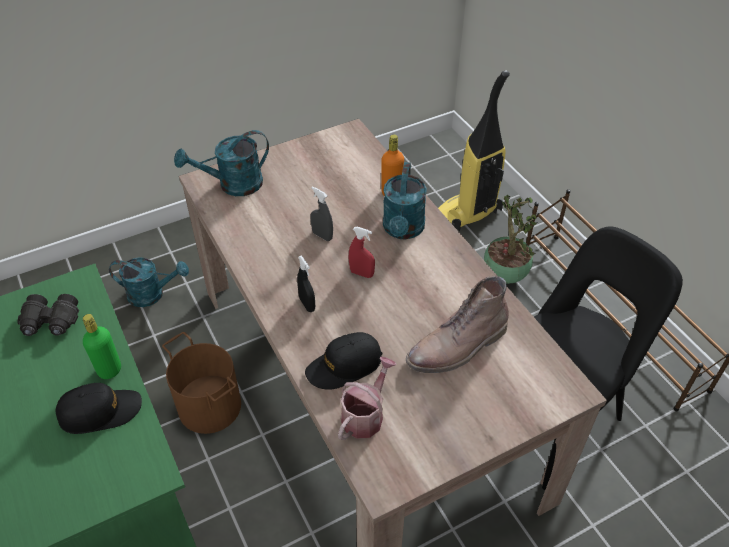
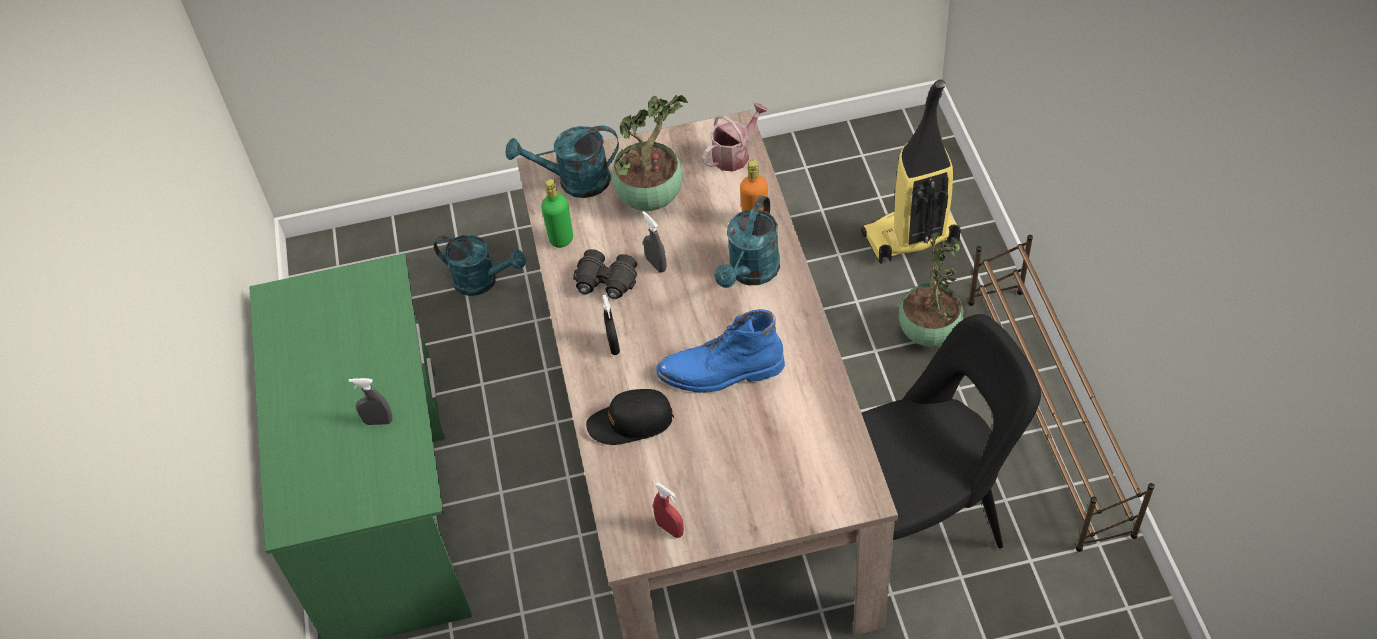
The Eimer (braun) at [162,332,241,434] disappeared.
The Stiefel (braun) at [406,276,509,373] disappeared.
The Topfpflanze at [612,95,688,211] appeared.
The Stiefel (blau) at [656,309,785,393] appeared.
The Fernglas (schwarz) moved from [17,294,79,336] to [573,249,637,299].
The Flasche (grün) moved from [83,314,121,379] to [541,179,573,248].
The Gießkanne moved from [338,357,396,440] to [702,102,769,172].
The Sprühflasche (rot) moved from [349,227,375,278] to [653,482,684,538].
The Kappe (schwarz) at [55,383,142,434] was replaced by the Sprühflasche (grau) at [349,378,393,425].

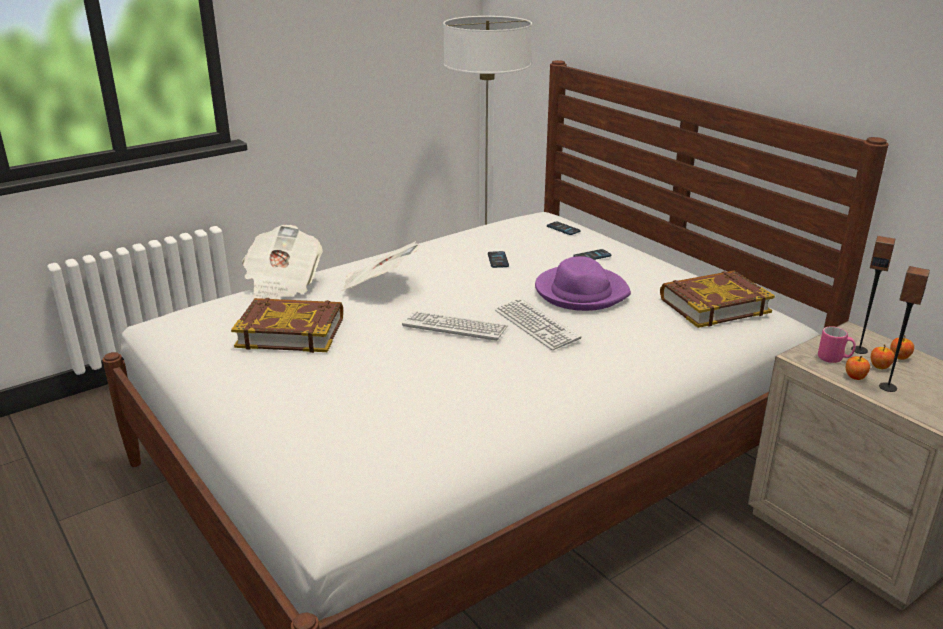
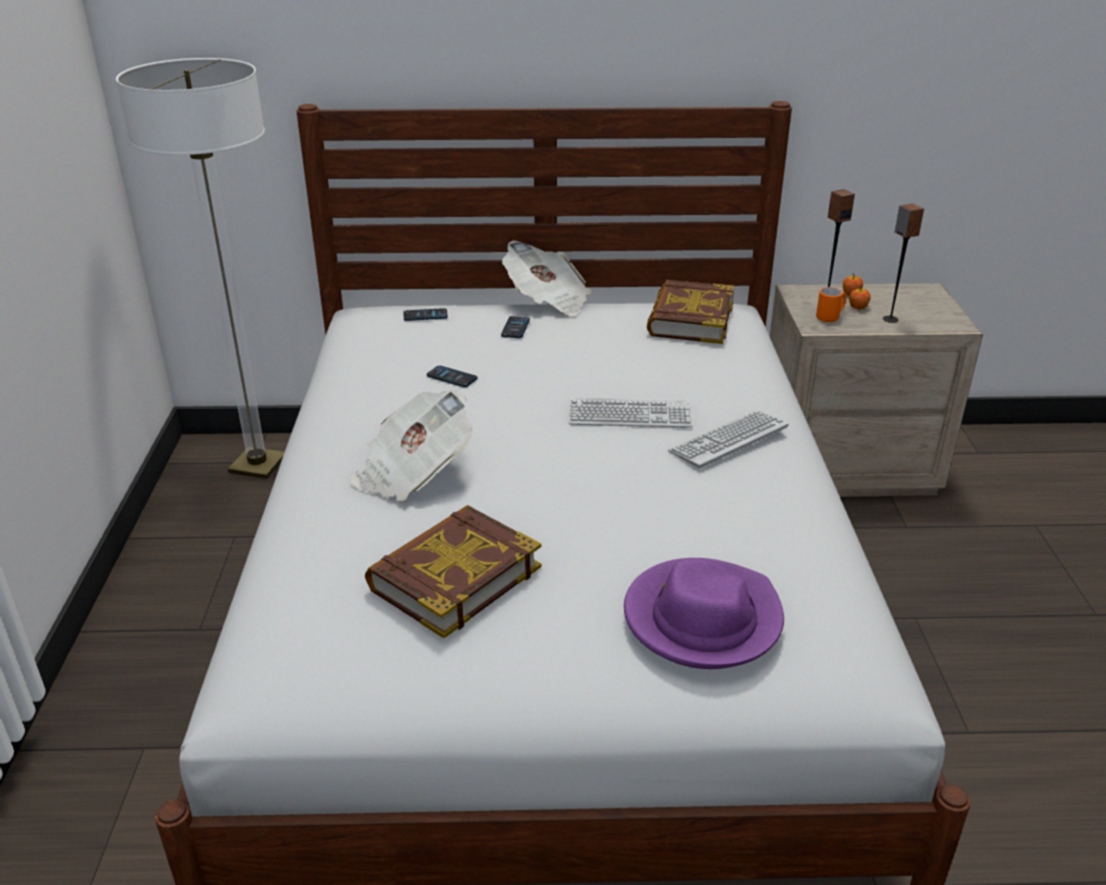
The Apfel at [846,356,870,380] disappeared.
The Zeitung moved from [242,225,323,299] to [502,240,592,316].
The Tastatur moved from [402,311,508,341] to [668,410,788,468].
The Hut (lila) moved from [535,256,631,311] to [624,558,784,669].
The Henkelbecher (rosa) at [818,326,856,363] became the Henkelbecher (orange) at [816,287,846,322].

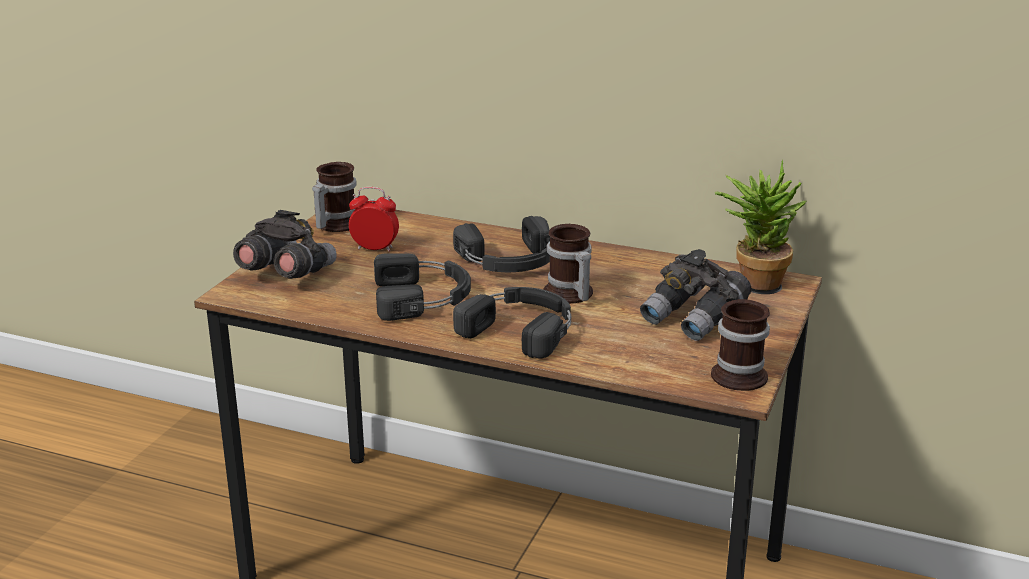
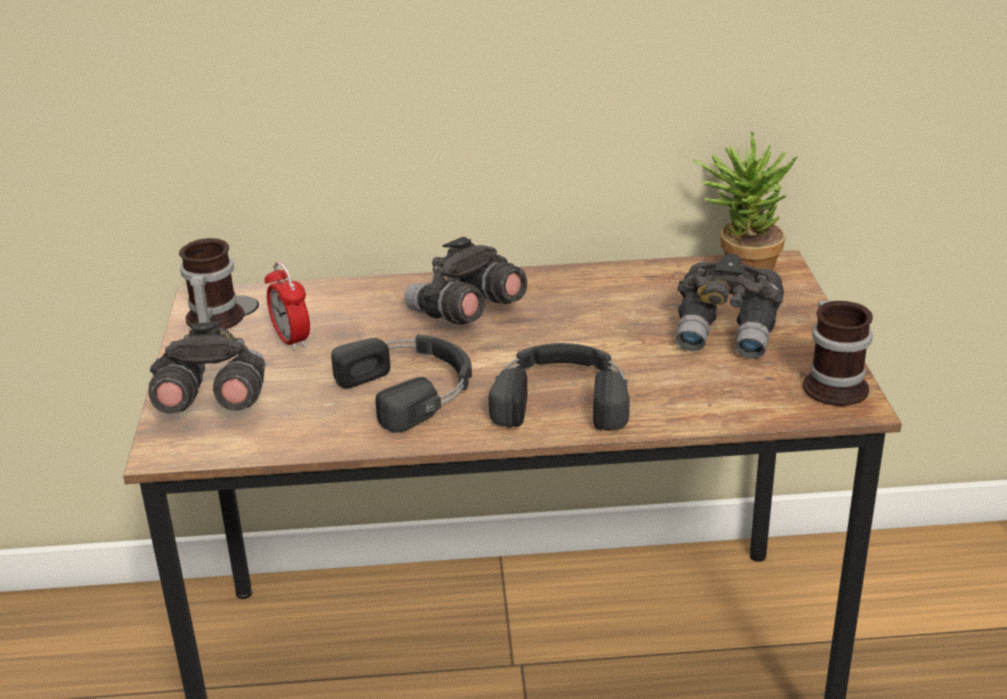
The Henkelbecher at [543,224,593,303] disappeared.
The Kopfhörer (schwarz) at [453,216,550,272] was replaced by the Fernglas (grau) at [404,237,527,325].
The Wecker at [349,187,399,252] turned 105 degrees counterclockwise.

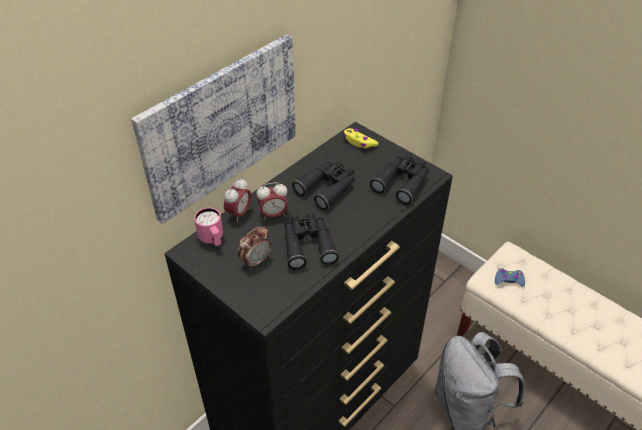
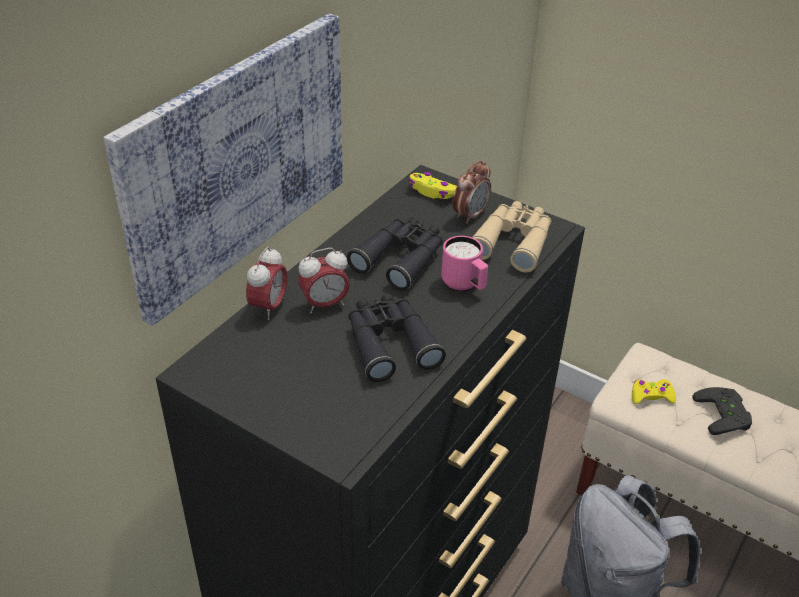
The Gamepad (schwarz) at [692,387,752,435] appeared.
The Henkelbecher (rosa) moved from [194,208,223,246] to [441,236,488,292].
The Wecker moved from [238,226,271,269] to [452,160,491,224].
The Fernglas (schwarz) at [370,155,429,205] became the Fernglas (beige) at [472,201,551,272].
The Gamepad (blau) at [495,268,525,287] became the Gamepad (gelb) at [632,379,676,404].

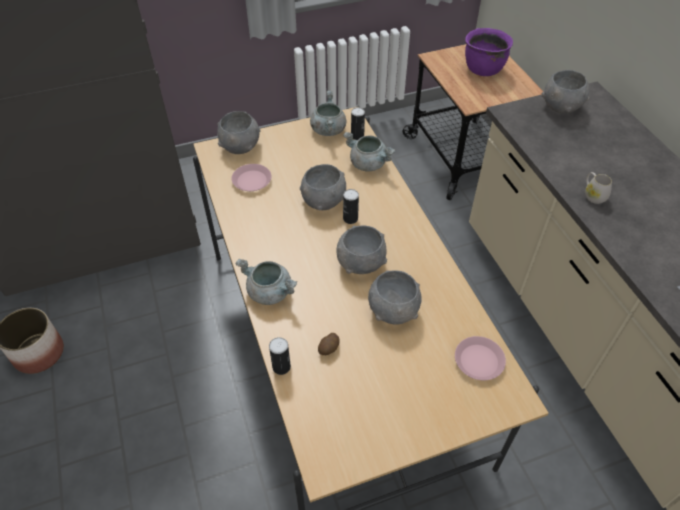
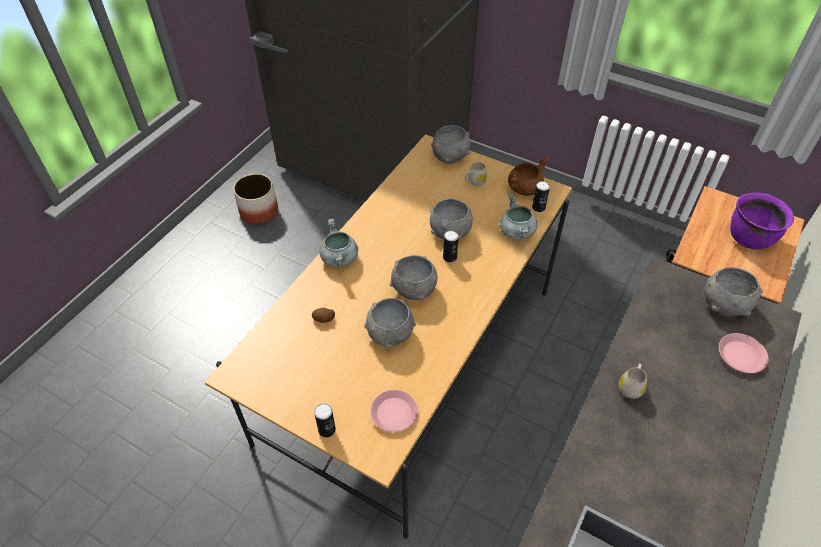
The Henkelbecher (weiß) at [465,162,487,186] appeared.
The Teller (rosa) moved from [232,164,271,191] to [719,333,769,373].
The Dose moved from [269,337,291,375] to [314,403,336,438].
The Kochtopf (grau) at [310,91,346,136] became the Kochtopf (braun) at [508,156,549,196].

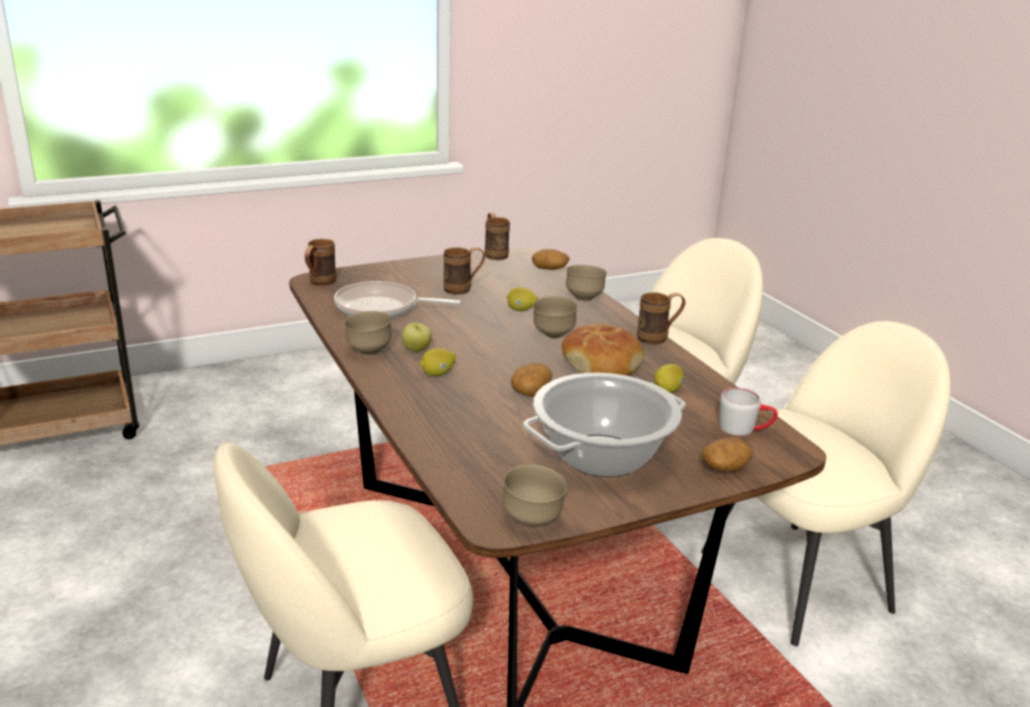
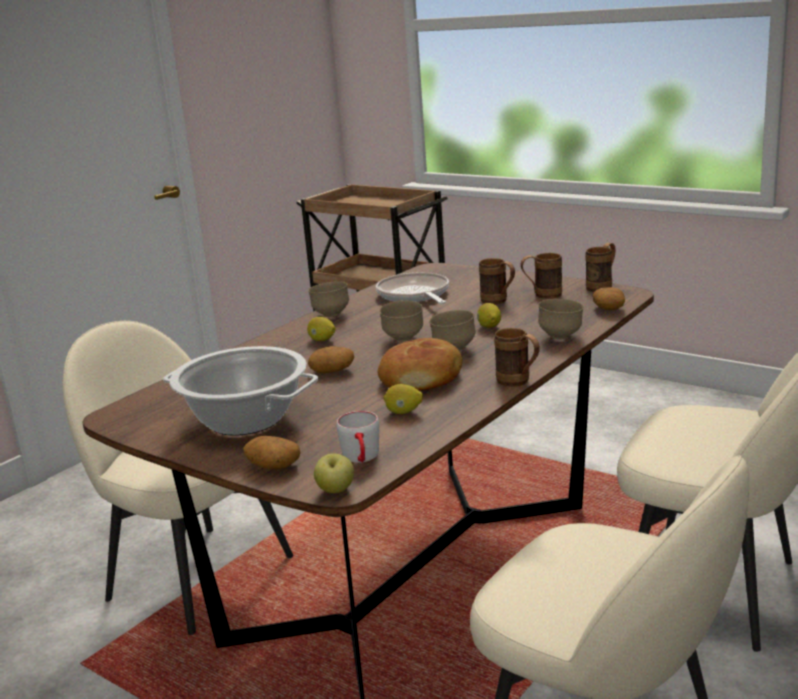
The Henkelbecher (braun) moved from [305,239,336,286] to [521,253,562,299].
The Apfel moved from [402,323,432,352] to [314,453,354,493].
The Schüssel (braun) moved from [502,464,567,528] to [379,300,423,342].

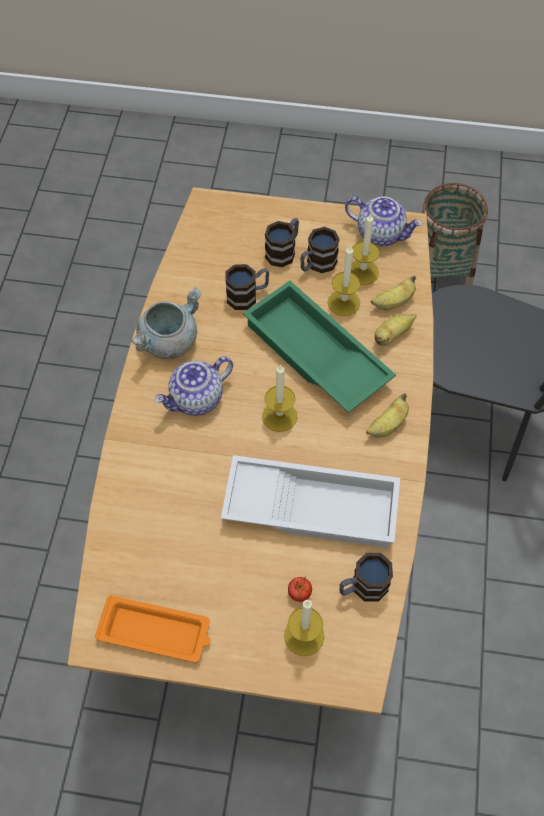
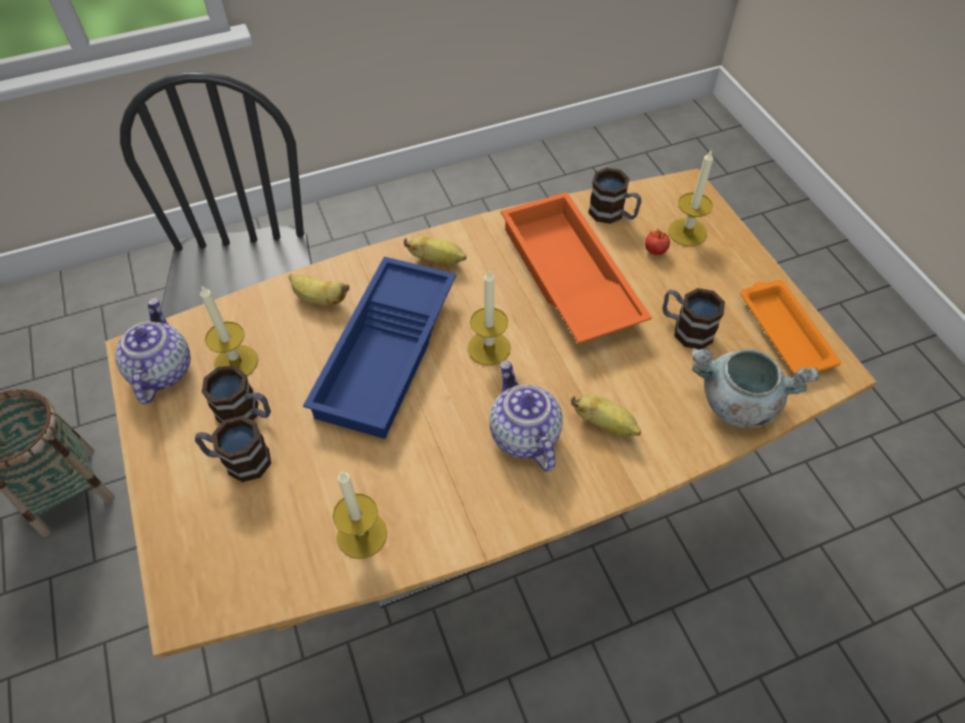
The Kochtopf (grau) moved from [131,287,202,359] to [692,348,818,428].
The Henkelbecher moved from [225,264,269,310] to [663,288,725,350].
The Kerze moved from [328,246,360,316] to [333,471,387,559].
The Banane moved from [371,275,416,310] to [571,395,641,436].
The Tablett (weiß) at [221,455,400,548] became the Tablett (orange) at [501,192,652,344].
The Tablett (grün) at [243,280,396,413] became the Tablett (blau) at [303,257,456,439].
The Teekanne at [155,356,233,416] turned 135 degrees counterclockwise.

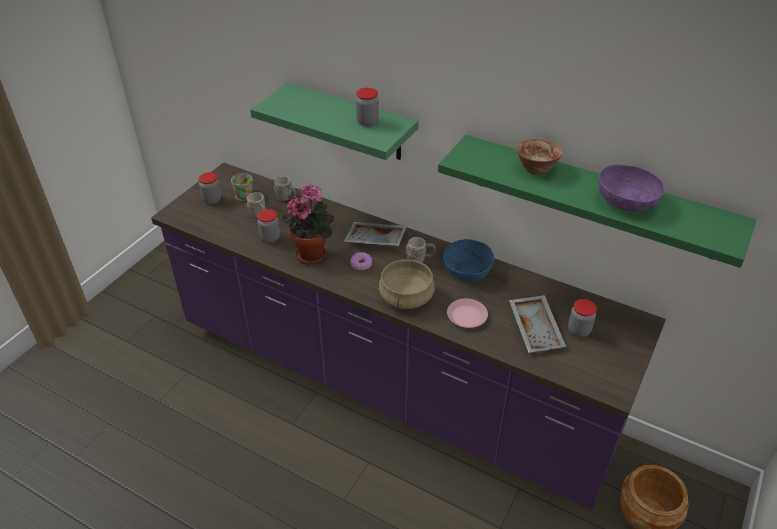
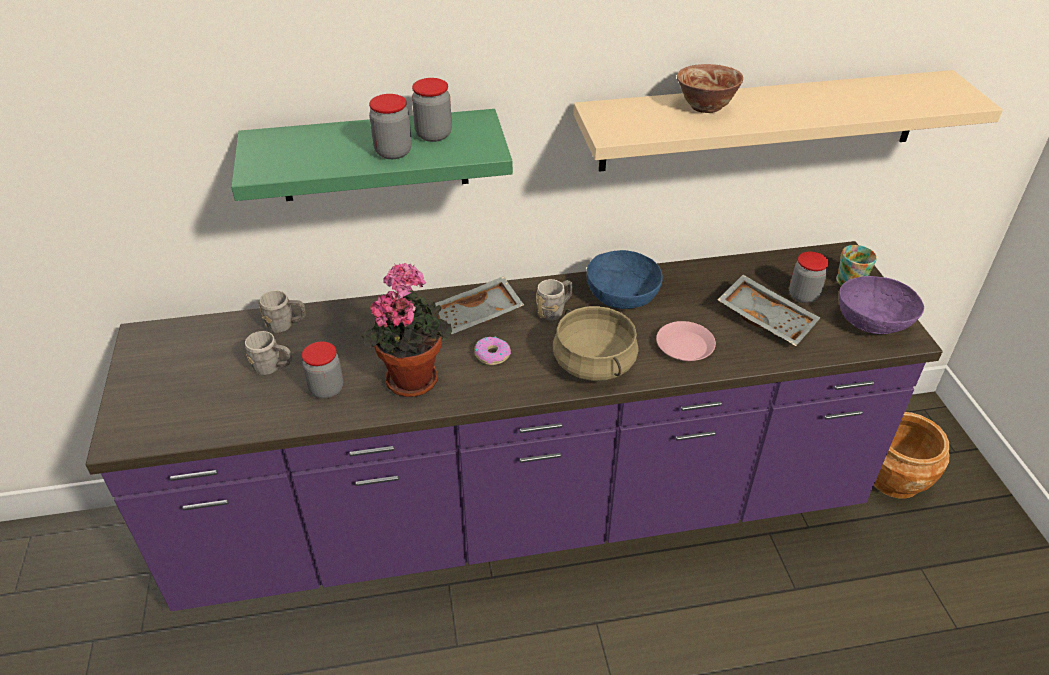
The Vorratsglas moved from [199,172,221,204] to [369,94,412,159].
The Henkelbecher moved from [231,173,253,201] to [836,245,877,286].
The Schüssel (lila) moved from [598,165,664,211] to [839,276,924,334].
The Wandregal (grün) at [438,135,757,268] became the Wandregal (beige) at [573,70,1003,172].

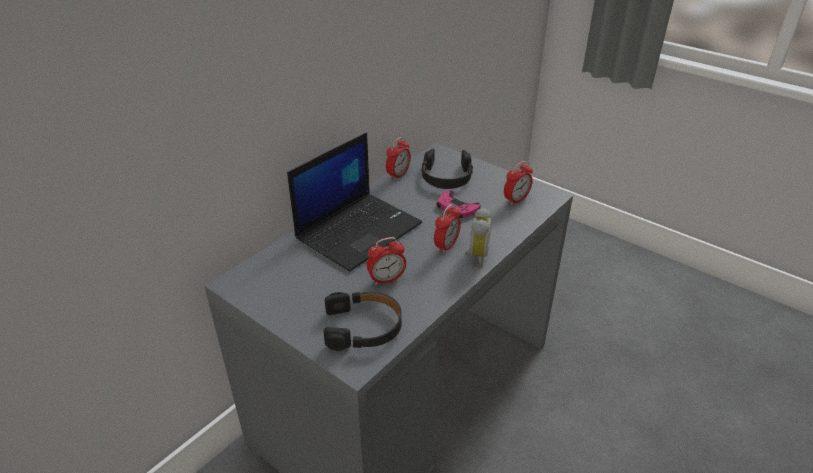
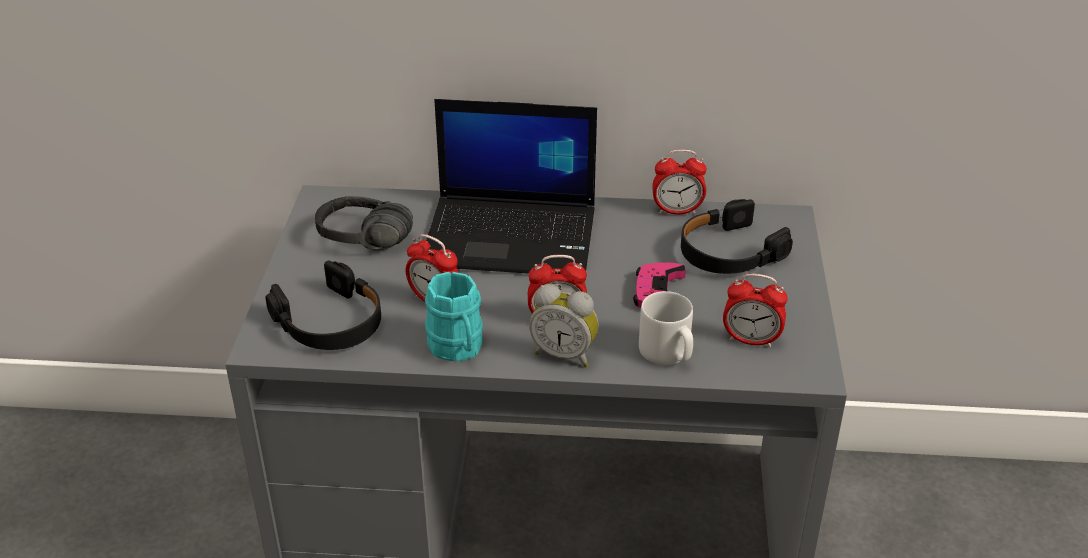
The Kopfhörer (schwarz) at [315,196,413,251] appeared.
The Henkelbecher (türkis) at [425,272,483,362] appeared.
The Henkelbecher (grau) at [639,291,693,365] appeared.
The Wecker at [465,207,492,266] turned 45 degrees clockwise.

